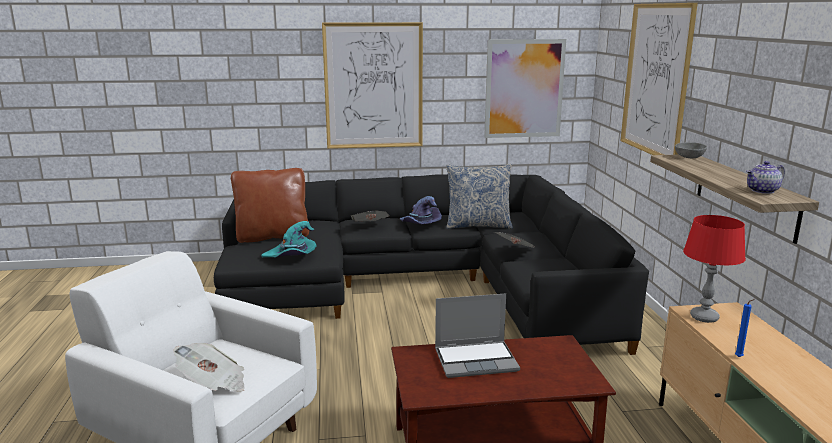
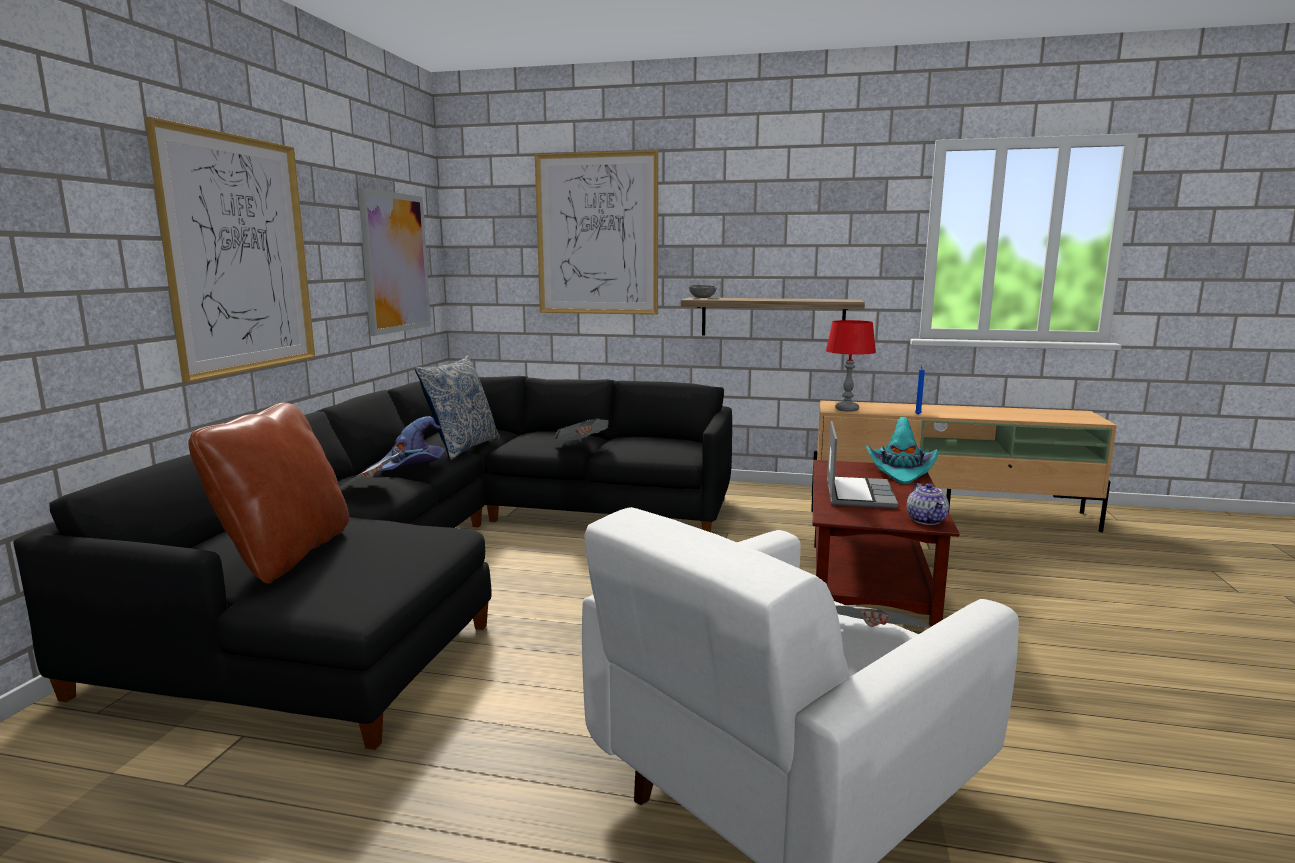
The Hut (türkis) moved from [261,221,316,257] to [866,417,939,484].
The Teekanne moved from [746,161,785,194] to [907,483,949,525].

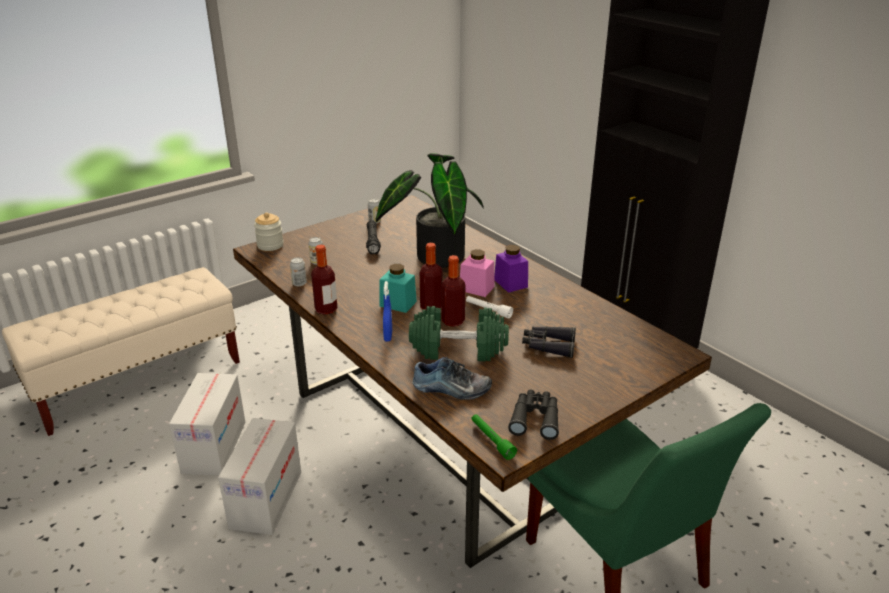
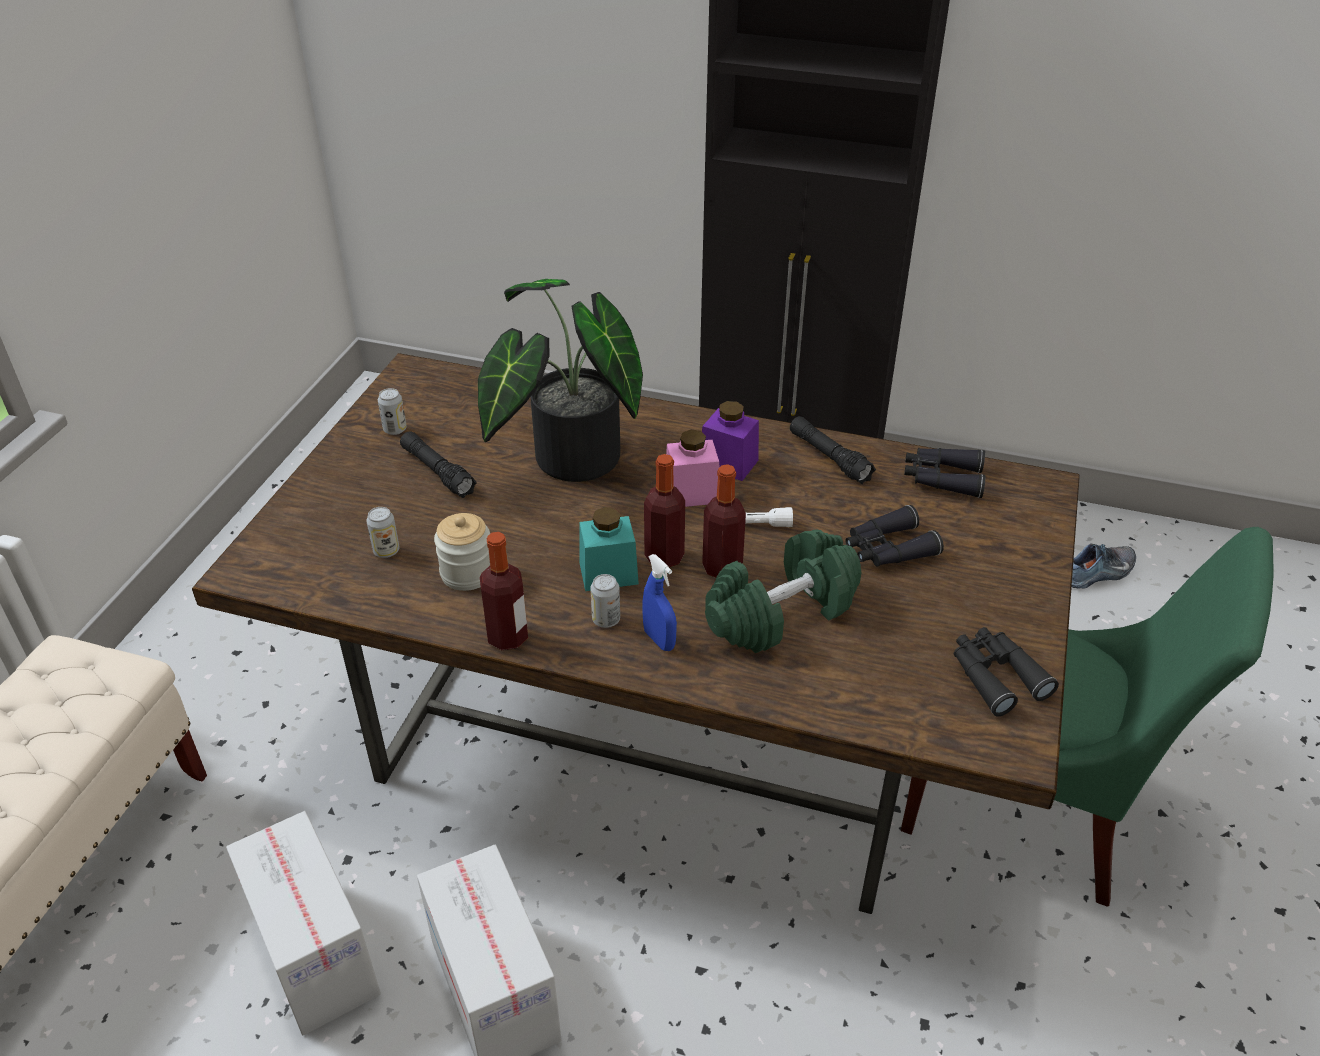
The Taschenlampe (grün) at [471,414,517,460] disappeared.
The Taschenlampe (schwarz) at [790,416,876,484] appeared.
The Fernglas (schwarz) at [904,448,985,498] appeared.
The Vorratsglas moved from [254,212,284,251] to [434,513,490,591].
The Dose moved from [290,257,307,286] to [590,574,620,628].
The Schuh moved from [412,357,492,400] to [1072,543,1136,589].

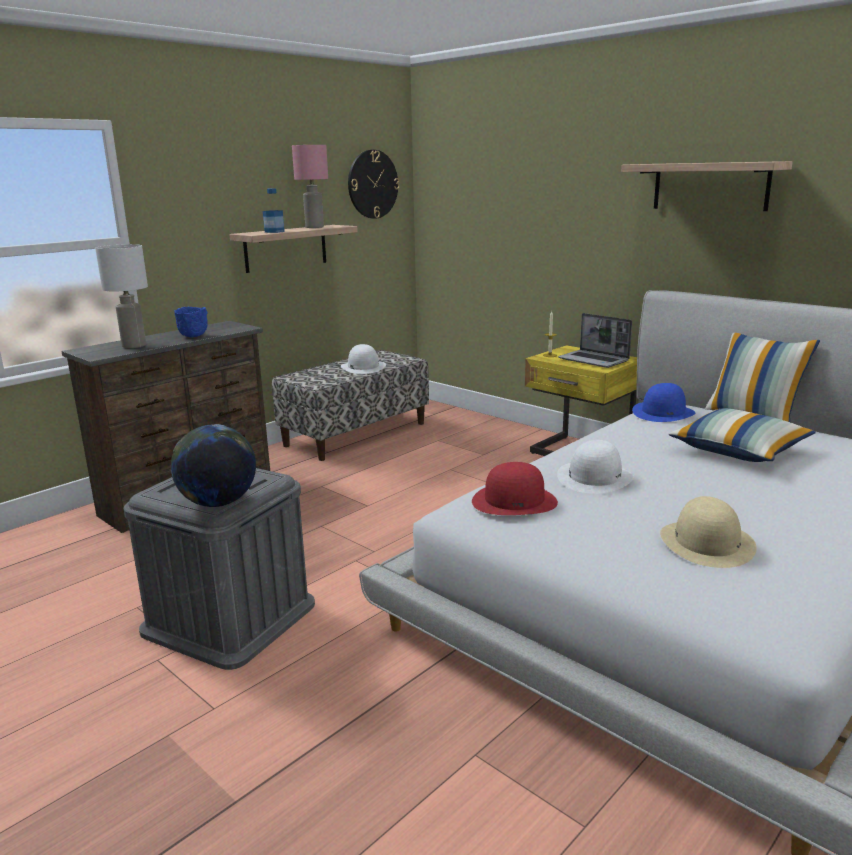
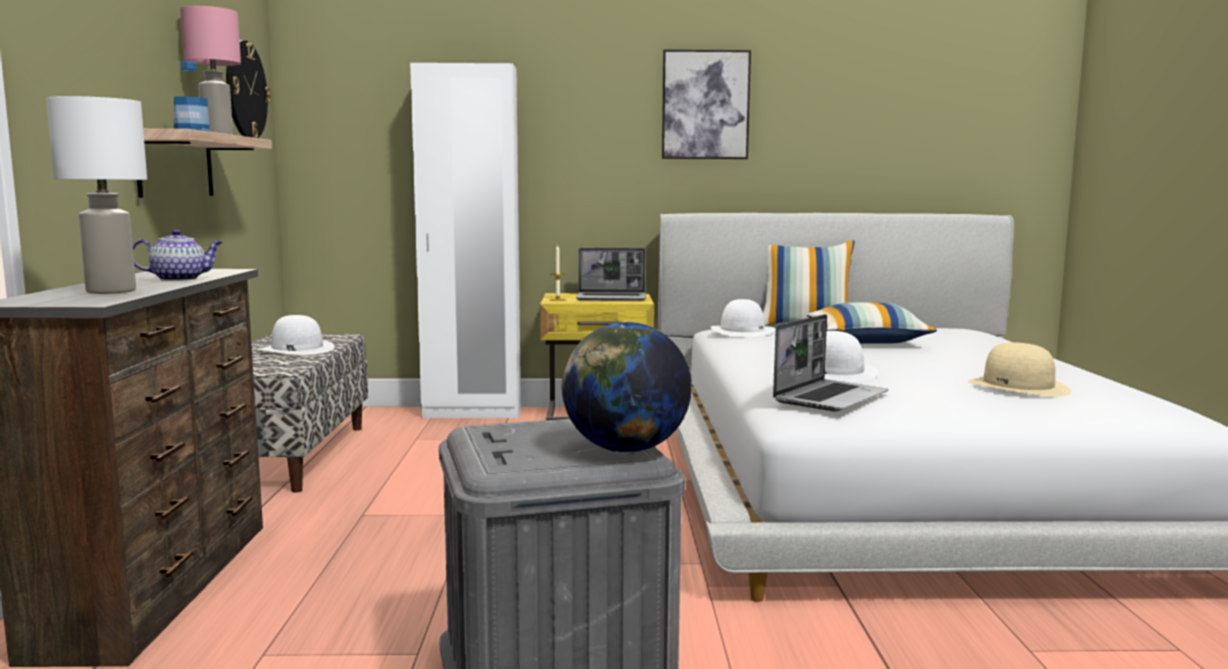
The Kleiderschrank (weiß) at [410,63,521,418] appeared.
The Schüssel (blau) at [175,307,208,337] was replaced by the Teekanne at [133,229,223,281].
The Hut (rot) at [472,462,558,515] was replaced by the Laptop at [773,314,888,412].
The Wandregal at [621,161,793,211] was replaced by the Bild at [662,49,751,159].
The Hut (blau) at [632,383,695,422] became the Hut (weiß) at [710,299,775,337].

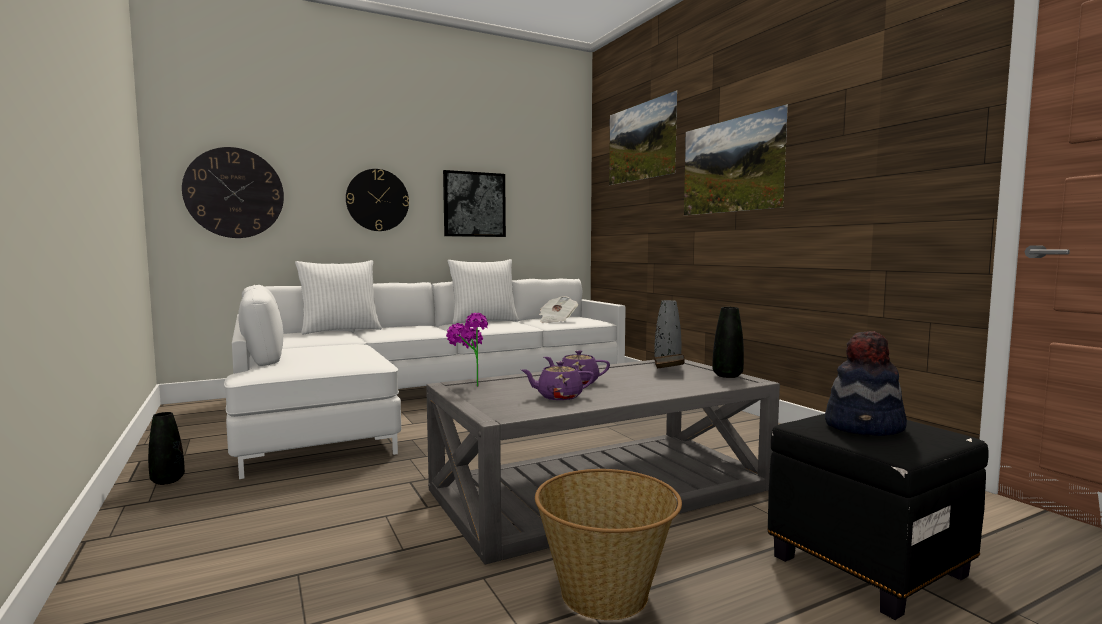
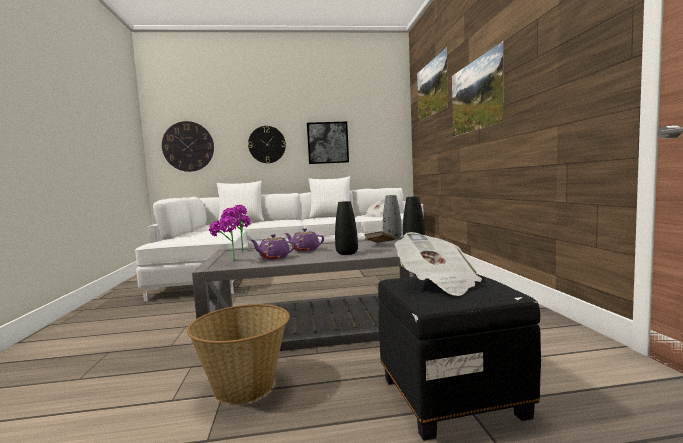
The Topfpflanze at [209,208,239,261] appeared.
The Vase (schwarz) moved from [148,412,185,485] to [335,201,358,255].
The Hut at [825,331,907,436] was replaced by the Zeitung at [395,232,482,296].

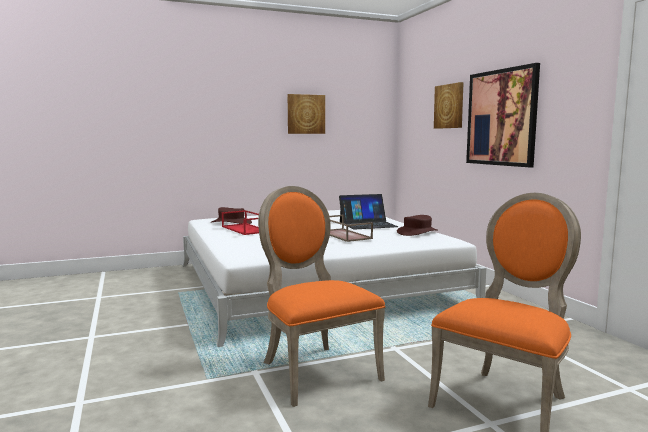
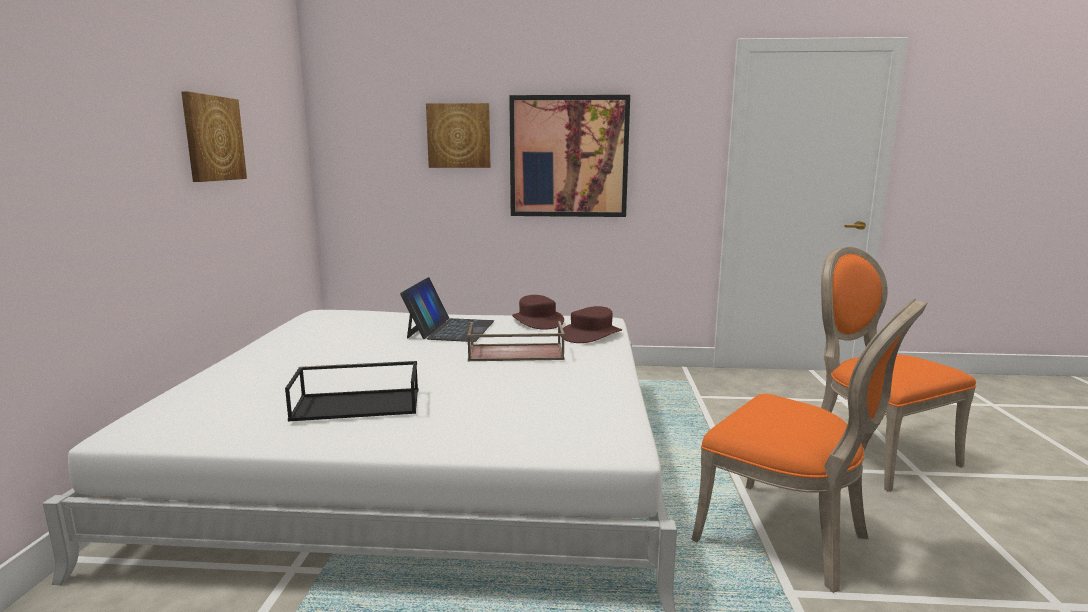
The Hut (braun) moved from [212,207,252,224] to [560,306,622,343].
The Tablett (rot) at [222,210,259,235] became the Tablett (schwarz) at [285,361,419,421].
The Stuhl (orange) at [258,186,386,407] turned 135 degrees counterclockwise.

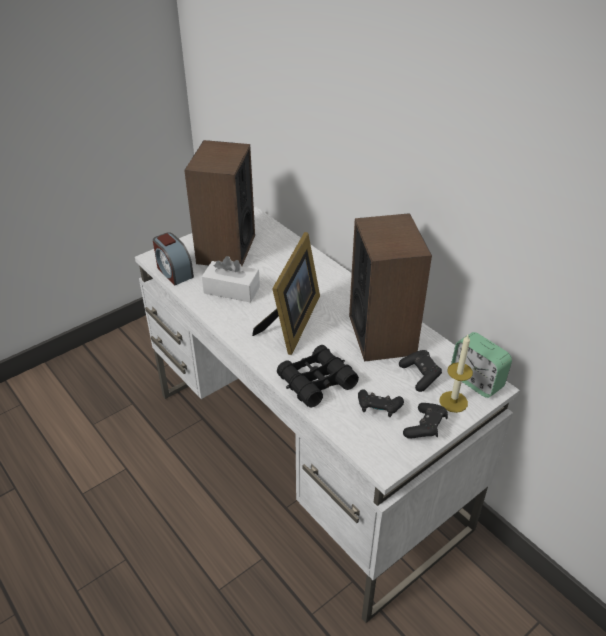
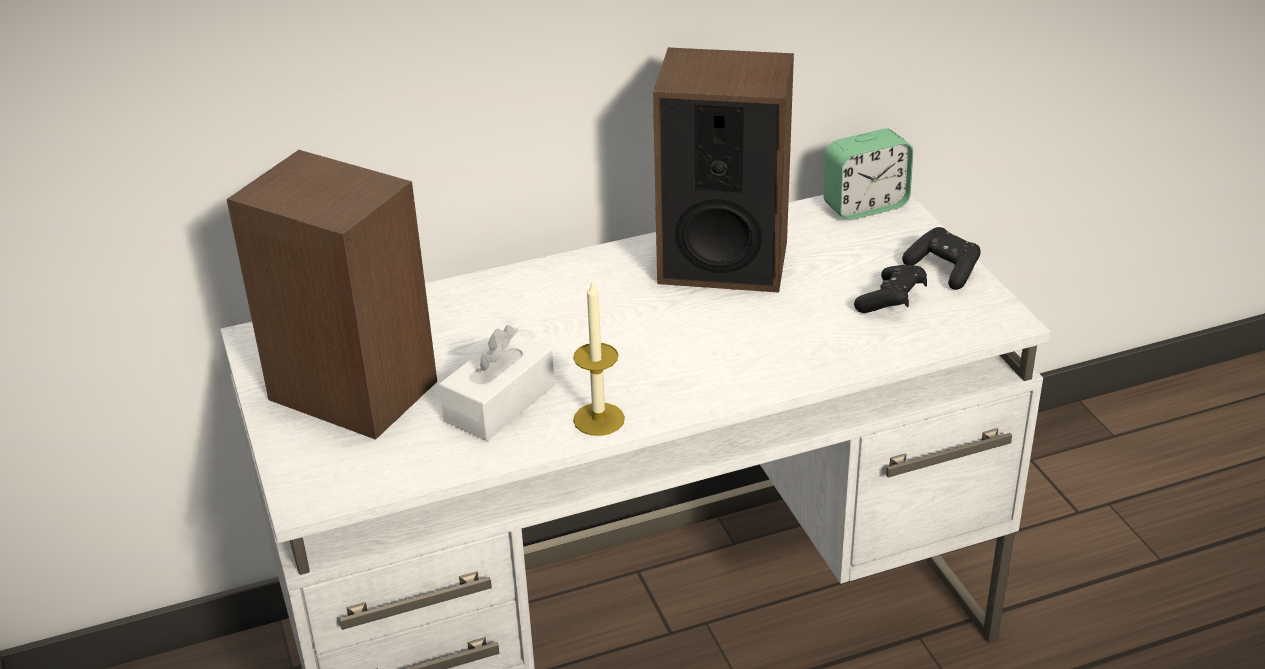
The Wecker at [153,232,194,285] disappeared.
The Bilderrahmen at [252,232,320,355] disappeared.
The Fernglas (schwarz) at [277,345,359,407] disappeared.
The Gamepad (schwarz) at [399,350,442,392] disappeared.
The Kerze moved from [440,335,473,413] to [573,282,625,436].

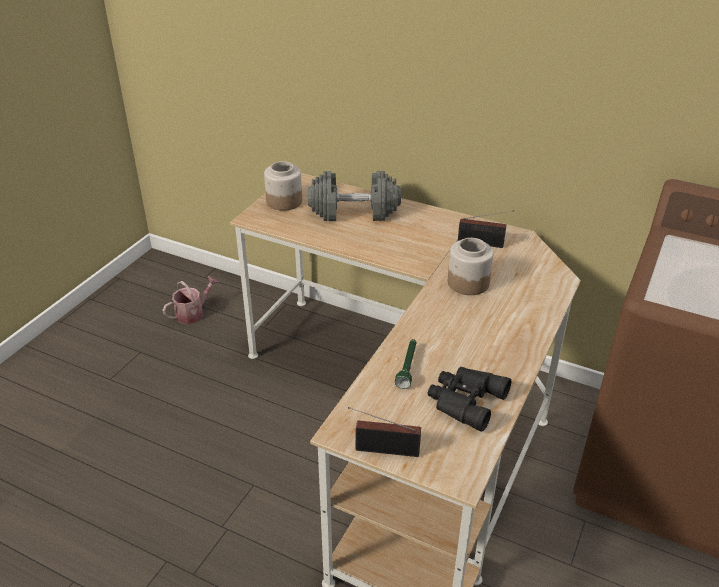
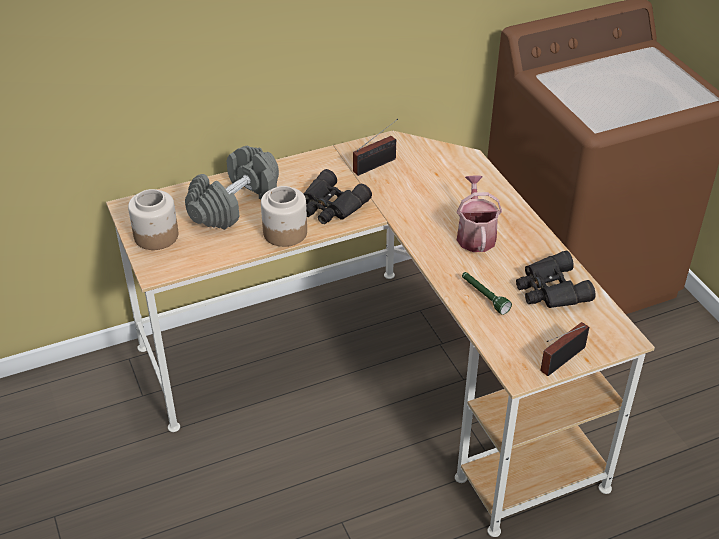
The Fernglas (schwarz) at [304,169,372,224] appeared.
The Gießkanne moved from [162,276,219,324] to [457,176,502,252].
The Vorratsglas moved from [448,238,493,295] to [261,186,307,247].

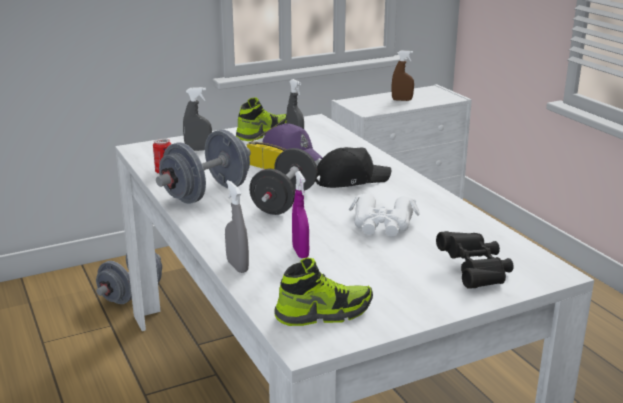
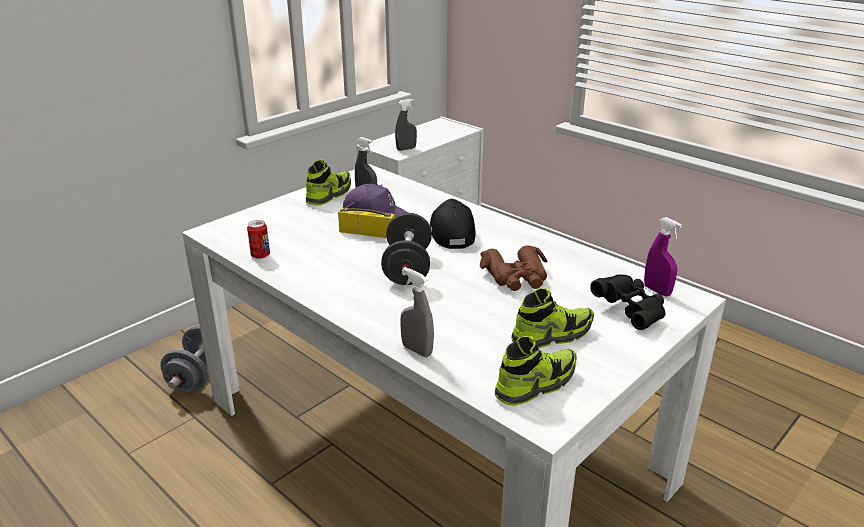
The Hantel (grau) at [156,129,251,204] disappeared.
The Sprühflasche (braun) at [392,51,414,101] disappeared.
The Schuh at [511,288,594,348] appeared.
The Sprühflasche (grau) moved from [183,87,212,151] to [395,99,417,151].
The Sprühflasche (lila) moved from [292,171,309,258] to [644,217,682,296].
The Fernglas (weiß) at [349,194,420,236] became the Fernglas (braun) at [480,246,547,291].
The Kappe (schwarz) at [316,147,391,188] turned 60 degrees counterclockwise.

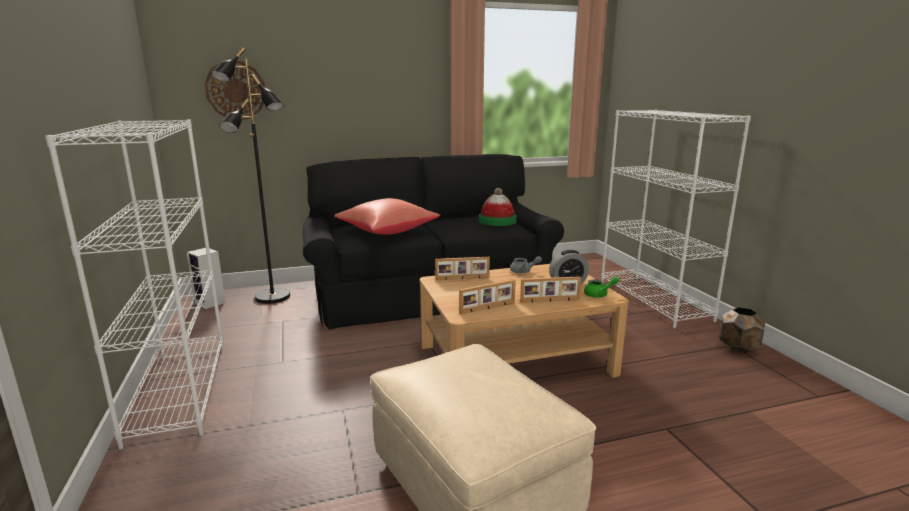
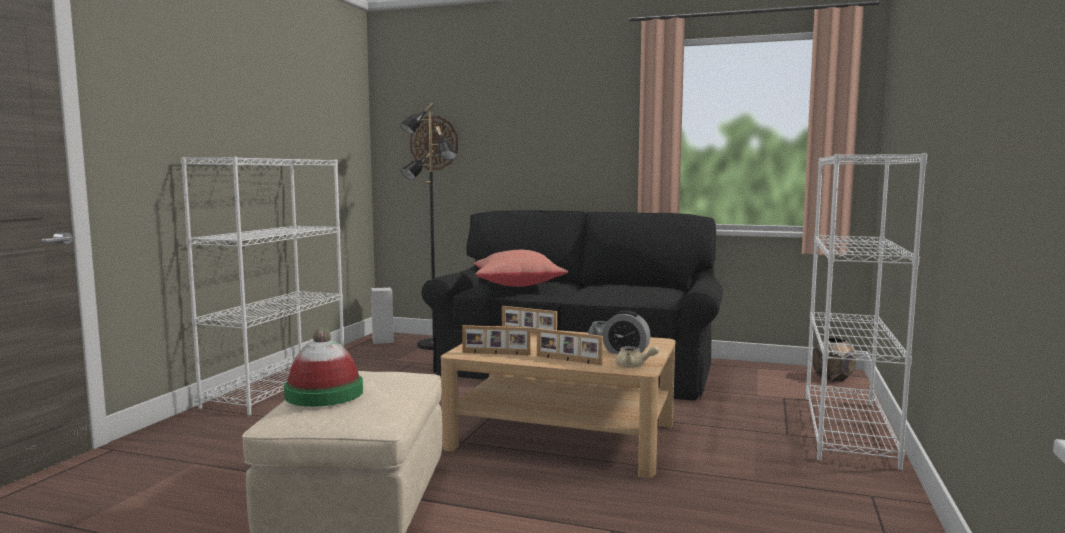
The Hut moved from [479,188,517,226] to [284,328,363,407].
The Pflanzkübel (braun) moved from [719,307,765,353] to [812,338,856,381].
The Teekanne (grün) at [584,276,619,298] became the Teekanne (beige) at [616,346,659,368].

